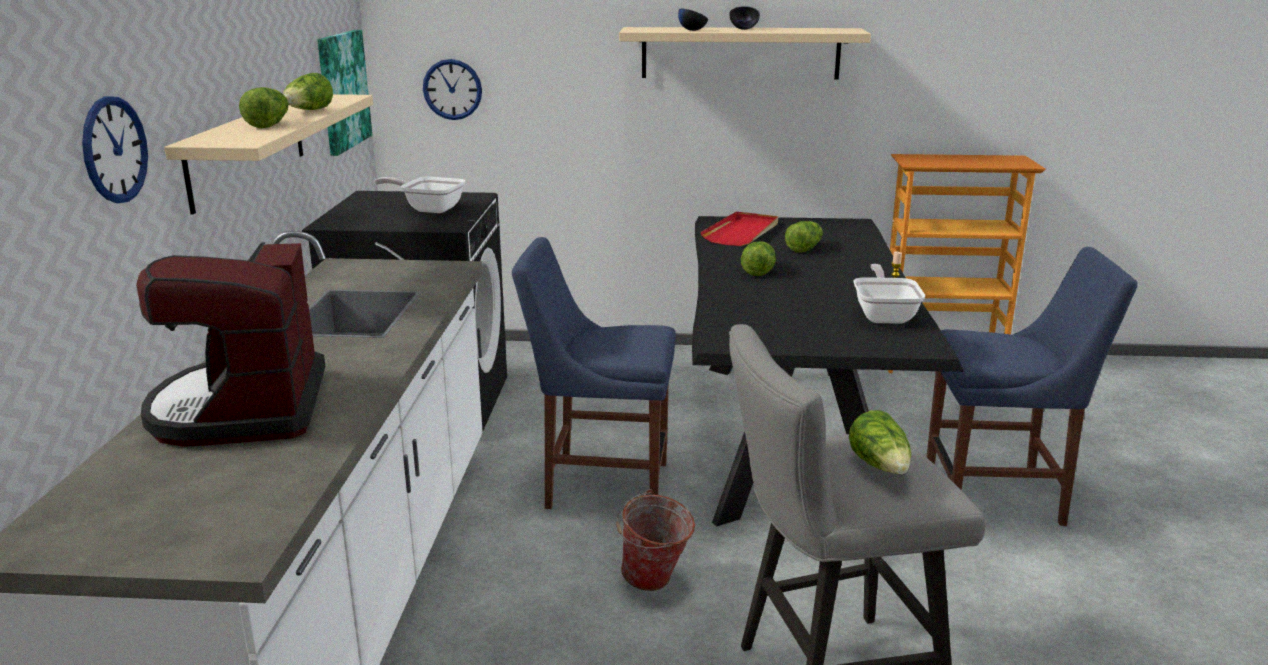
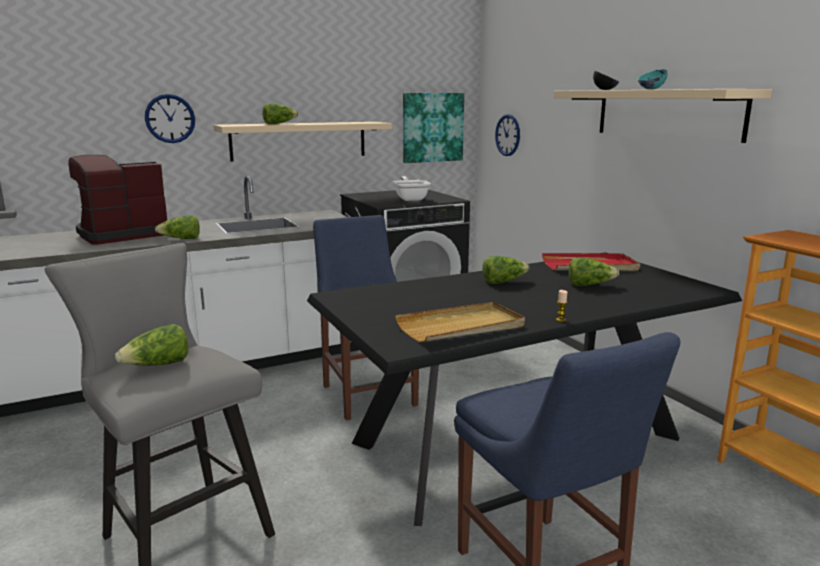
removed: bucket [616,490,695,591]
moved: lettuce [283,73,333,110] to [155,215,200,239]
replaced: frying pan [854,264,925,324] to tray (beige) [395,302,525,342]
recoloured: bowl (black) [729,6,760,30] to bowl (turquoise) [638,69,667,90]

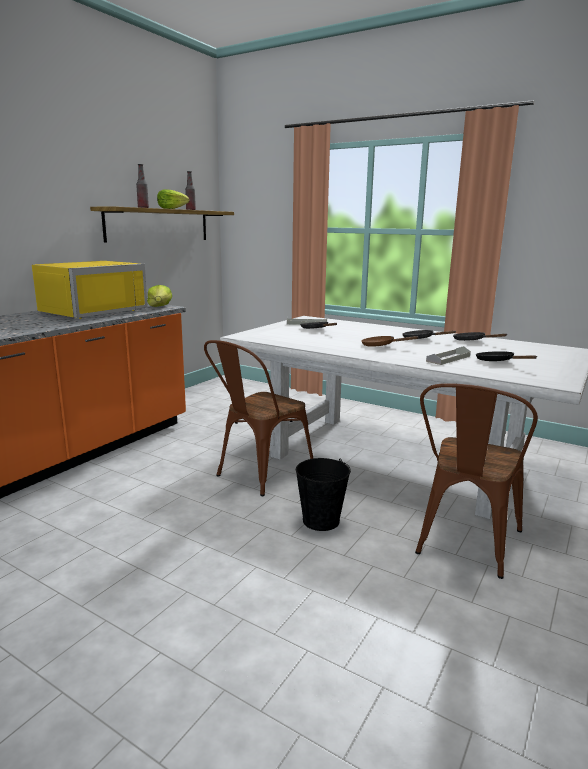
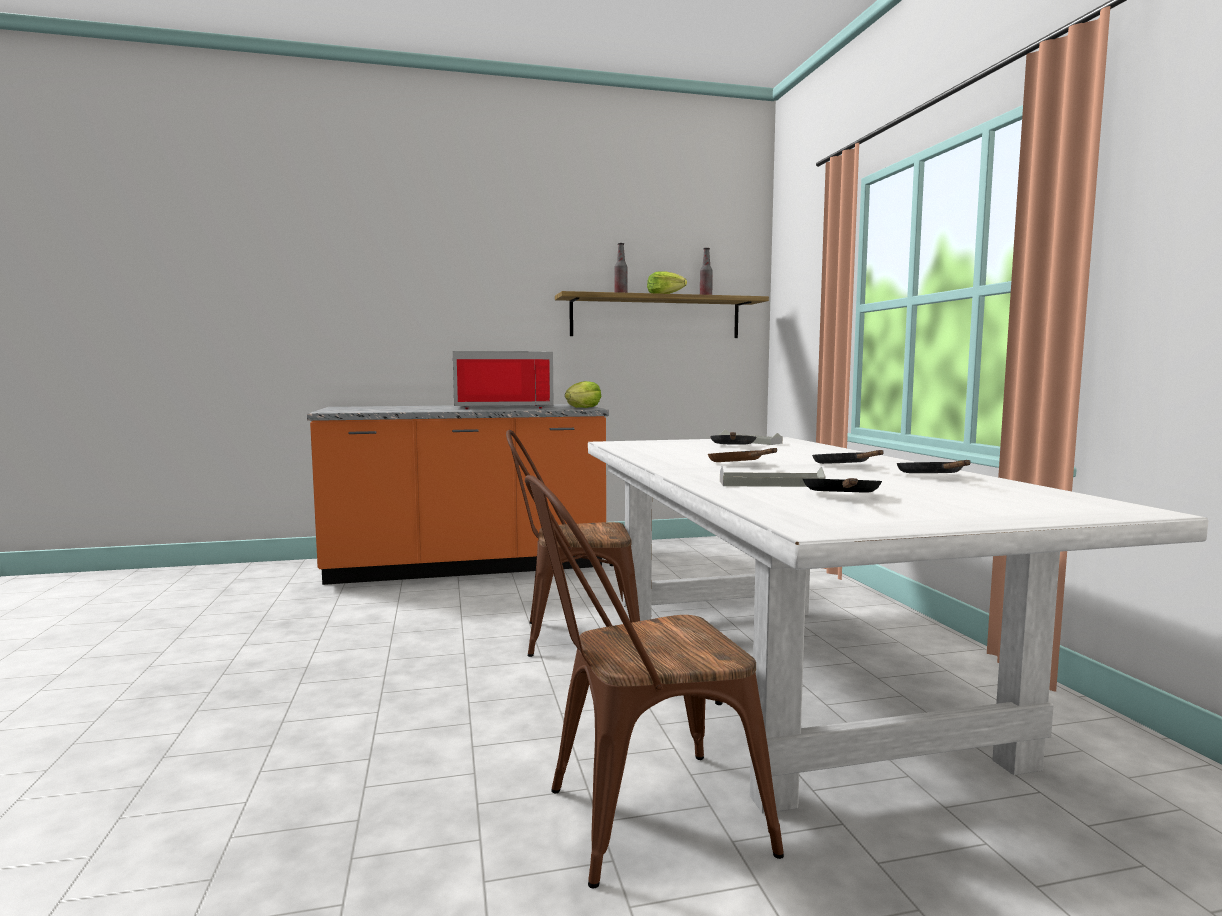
removed: bucket (black) [296,458,351,531]
recoloured: microwave (yellow) [32,261,148,319] to microwave (red) [453,351,553,409]

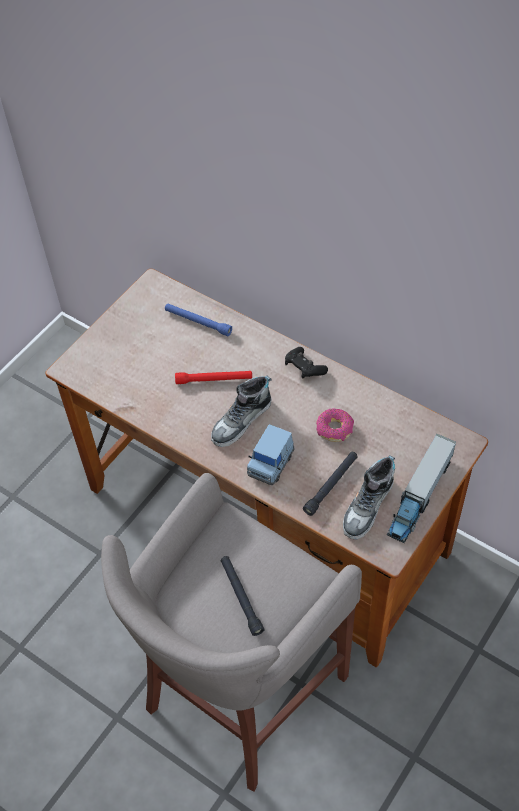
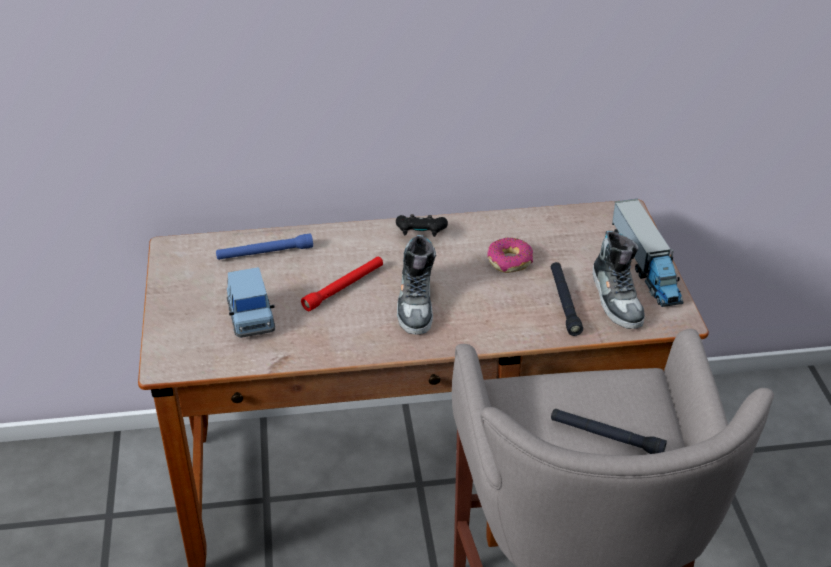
moved: toy car (blue) [247,424,294,485] to [227,267,275,338]

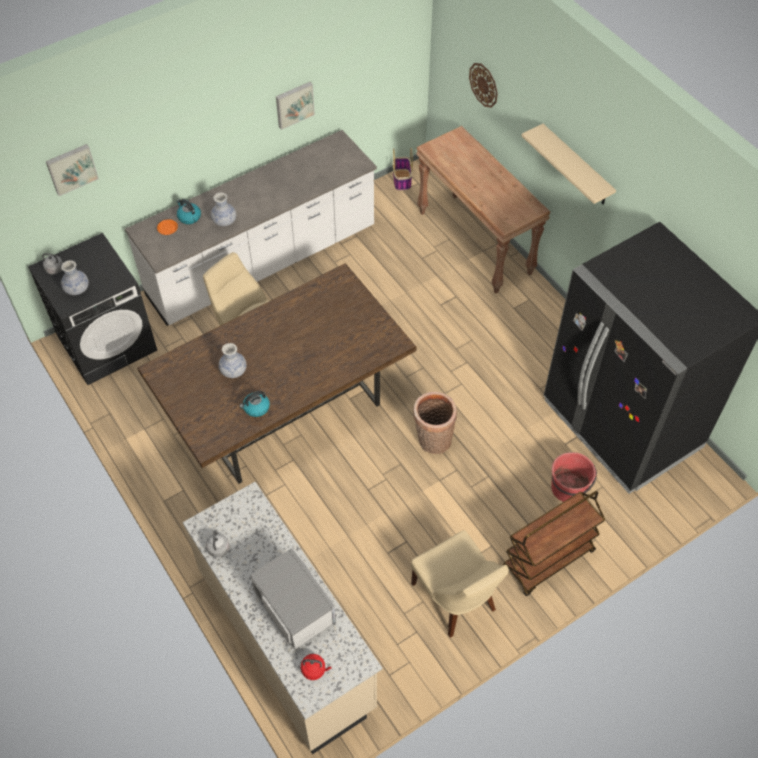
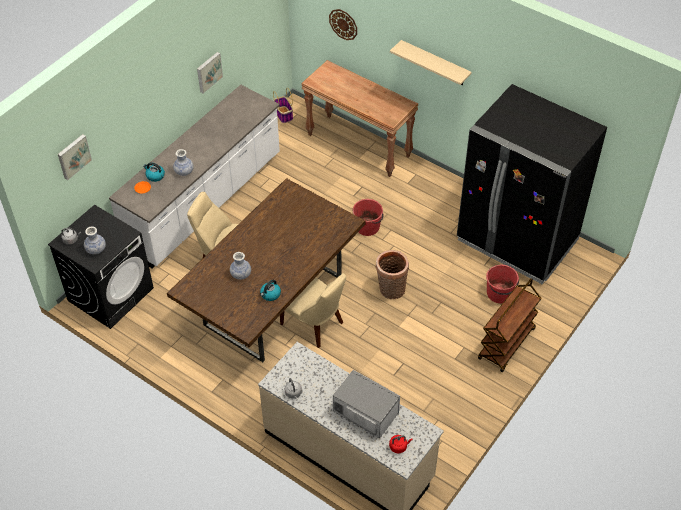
added: bucket (red) [353,199,383,236]
moved: chair (beige) [411,530,509,638] to [280,273,346,348]

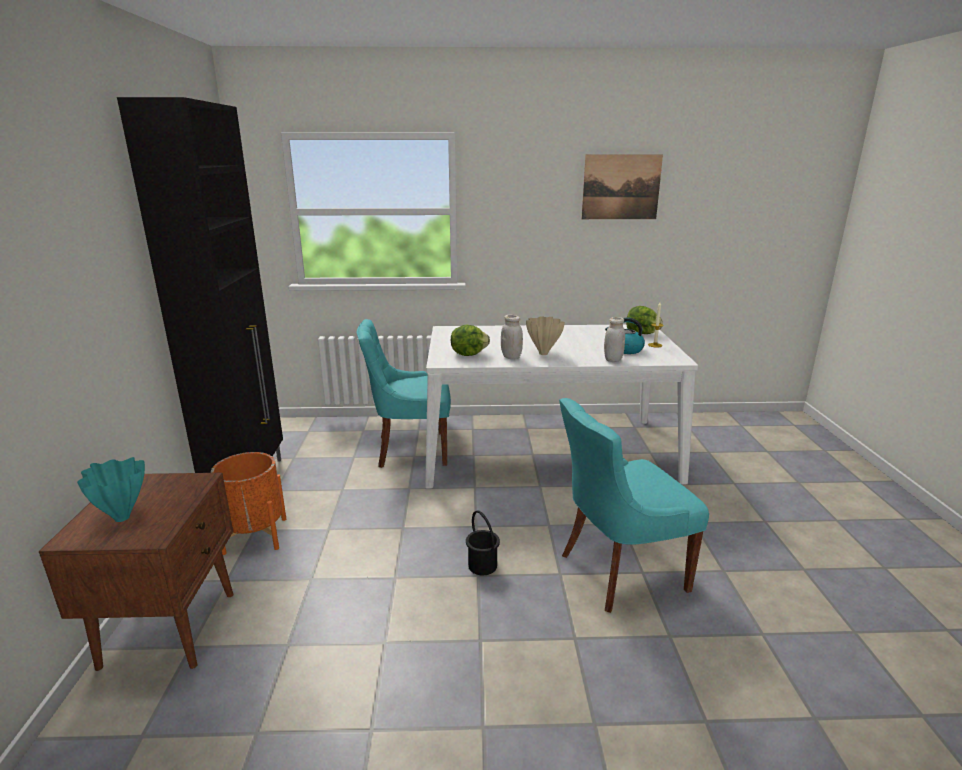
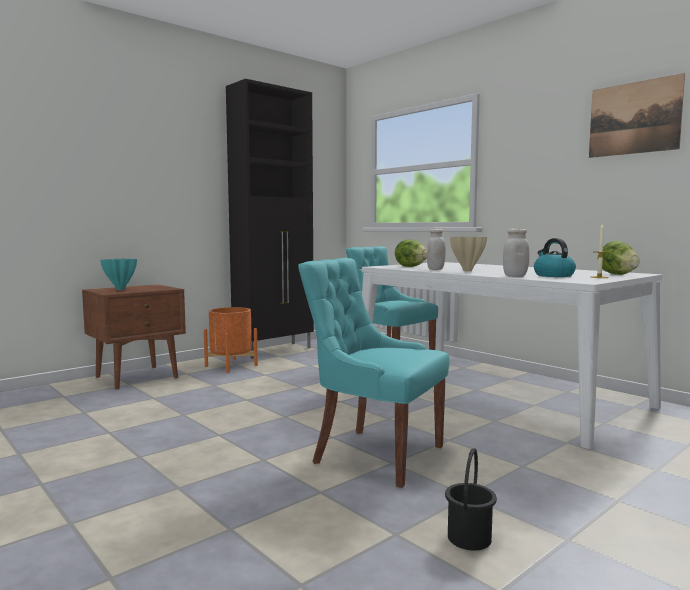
moved: bucket (black) [466,511,500,575] to [445,448,497,551]

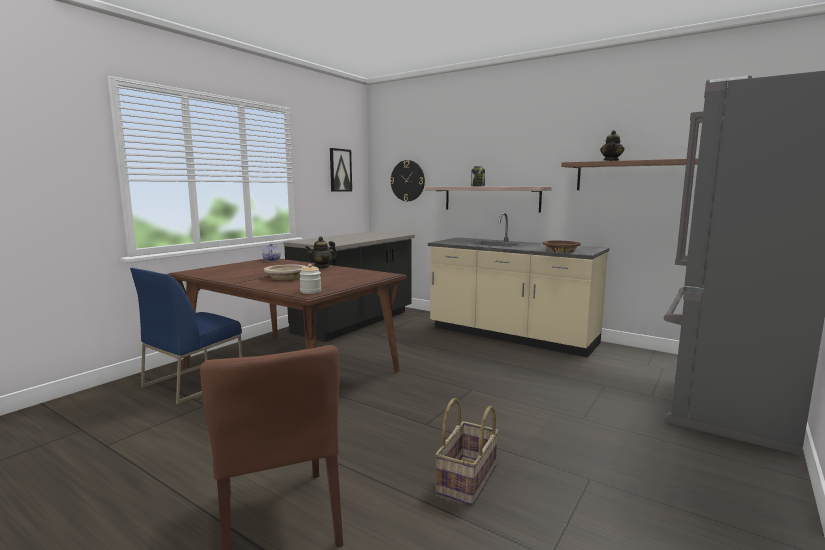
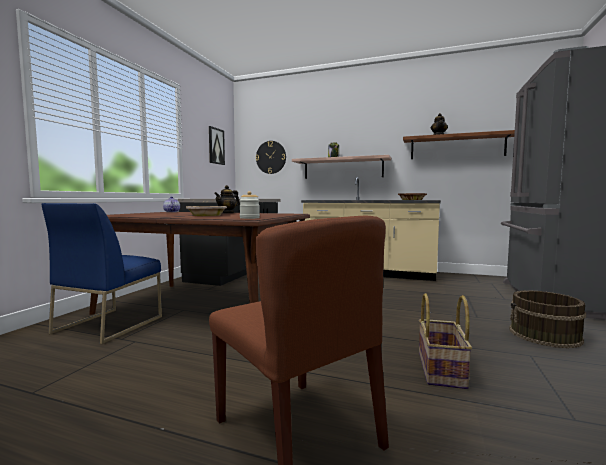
added: bucket (brown) [509,290,586,348]

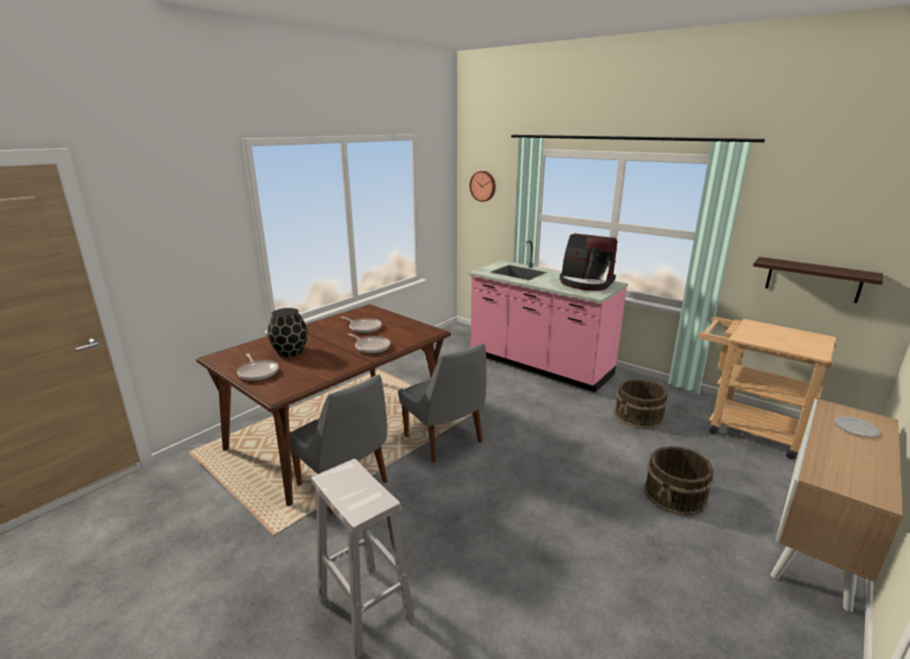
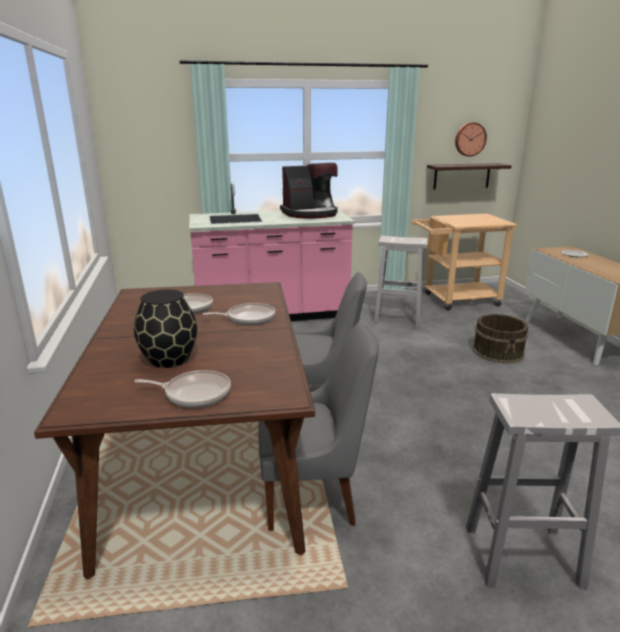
moved: wall clock [469,171,496,202] to [455,122,487,157]
replaced: bucket (brown) [614,379,668,429] to stool (white) [374,236,428,328]

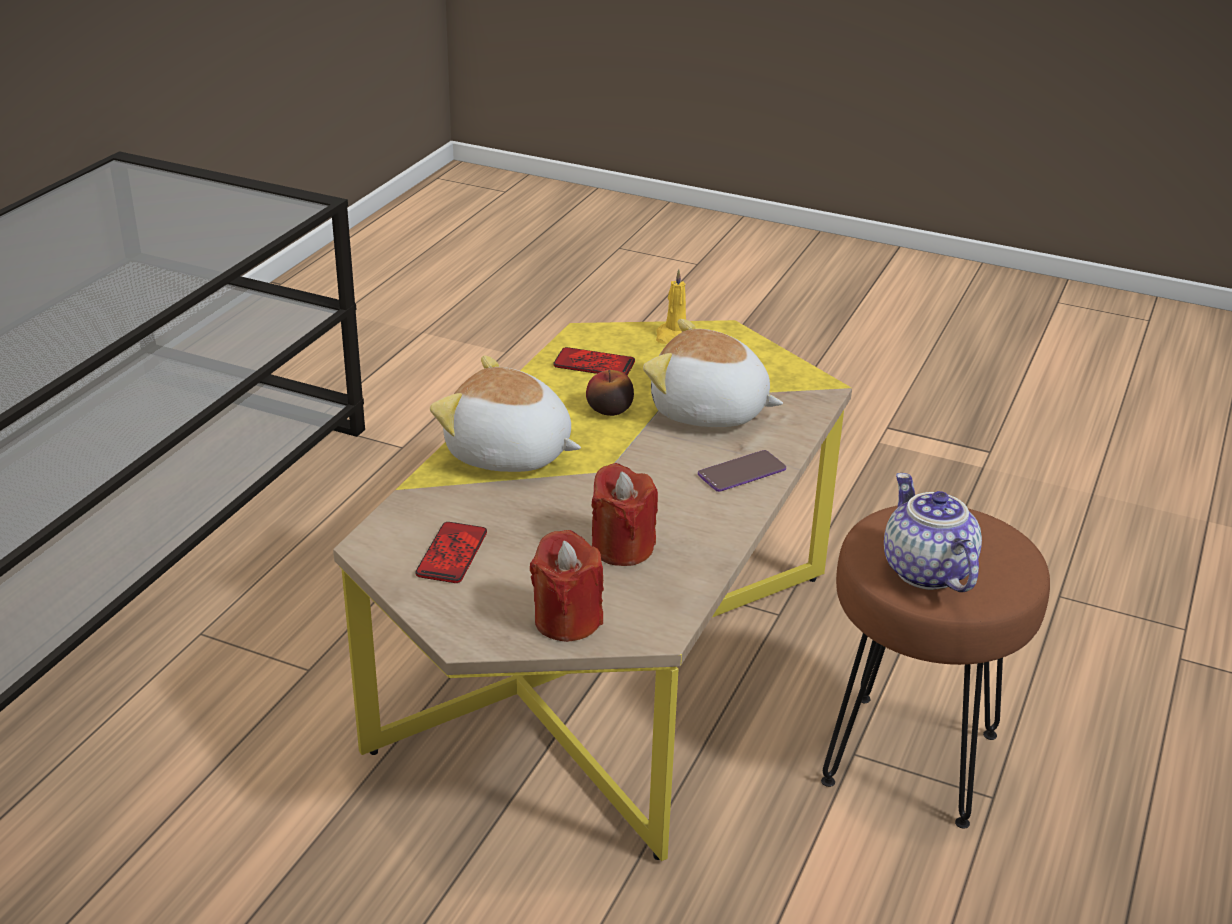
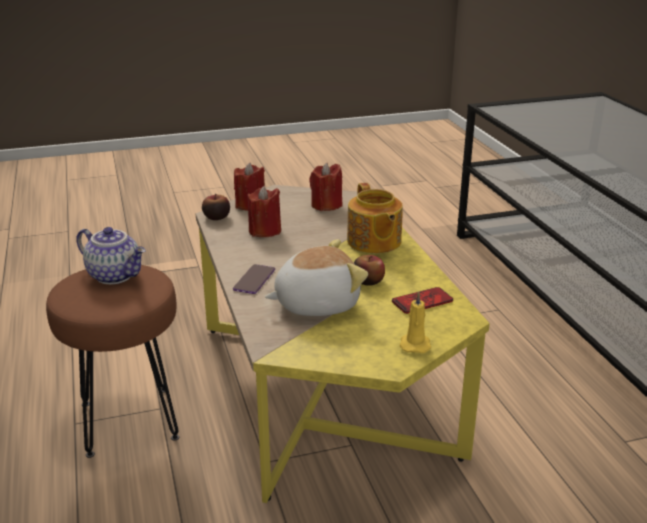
added: apple [202,194,230,220]
replaced: phone [416,522,487,583] to candle (red) [309,162,342,211]; plush toy [430,355,581,472] to teapot [347,183,403,254]

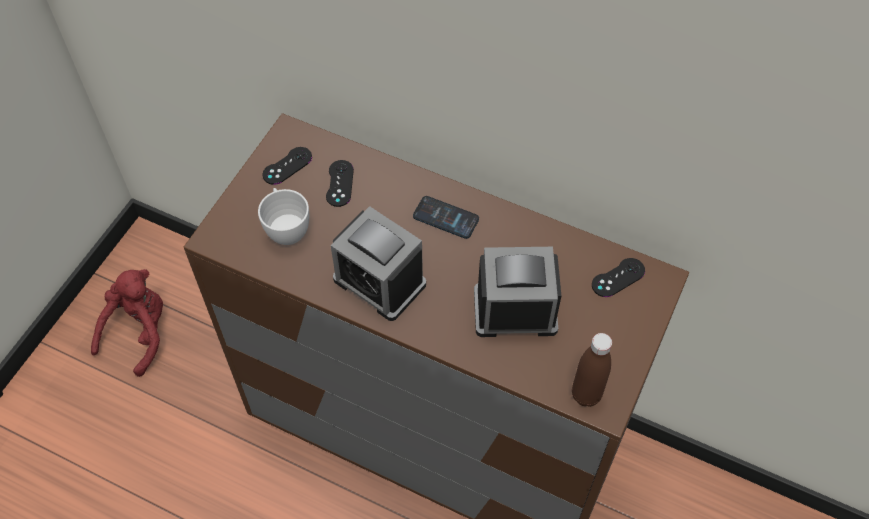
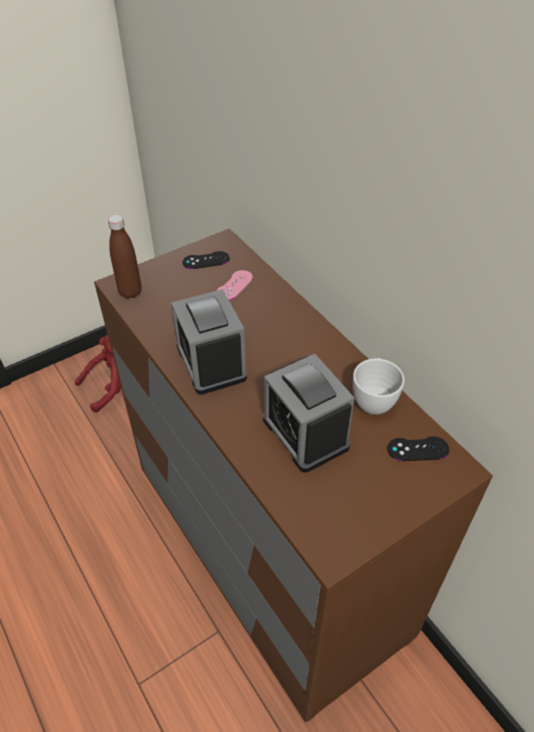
removed: phone [413,196,479,239]
moved: bottle (brown) [572,333,612,407] to [108,214,142,299]; cup (white) [258,188,309,245] to [353,358,405,415]
recoloured: game controller (black) [326,160,354,207] to game controller (pink) [216,270,253,300]
turned: alarm clock [474,247,561,337] = [263,354,354,473] 150 degrees counterclockwise

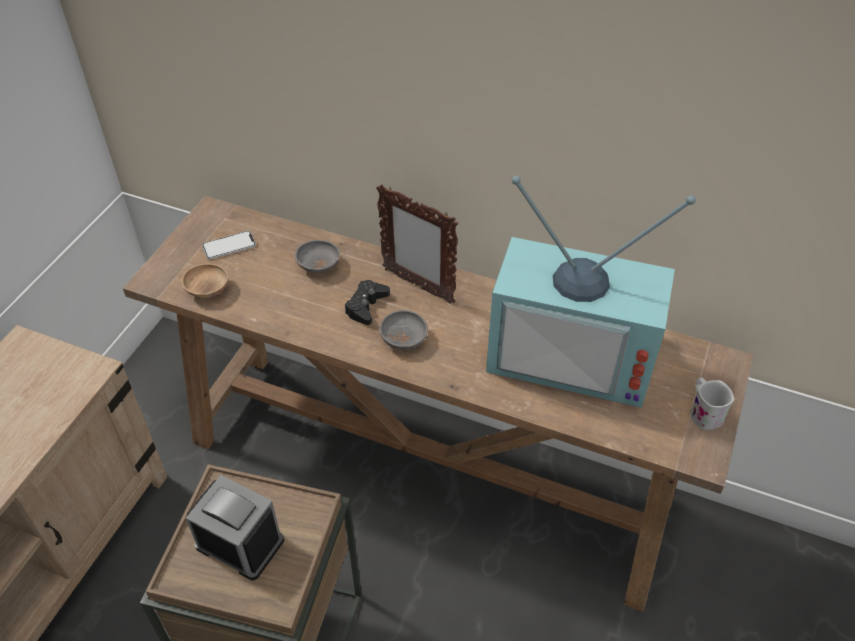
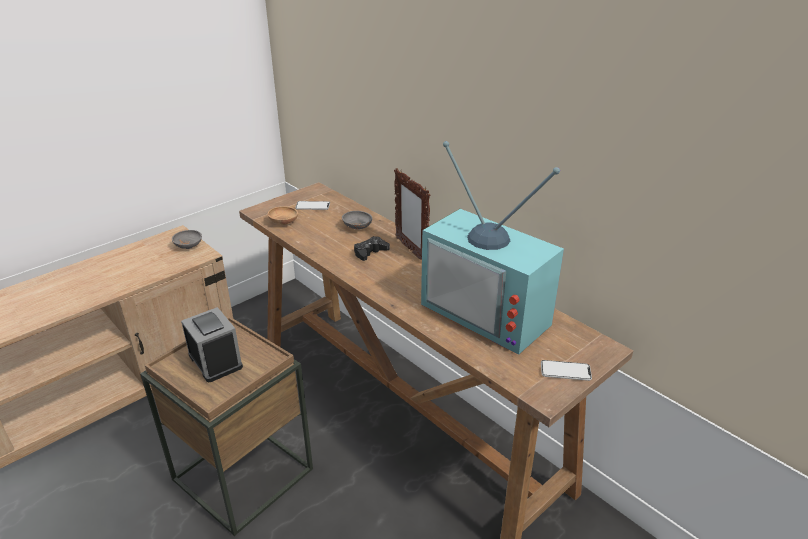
moved: bowl (grey) [380,310,428,350] to [172,230,202,249]
replaced: mug (white) [690,377,734,430] to phone [541,360,592,381]

